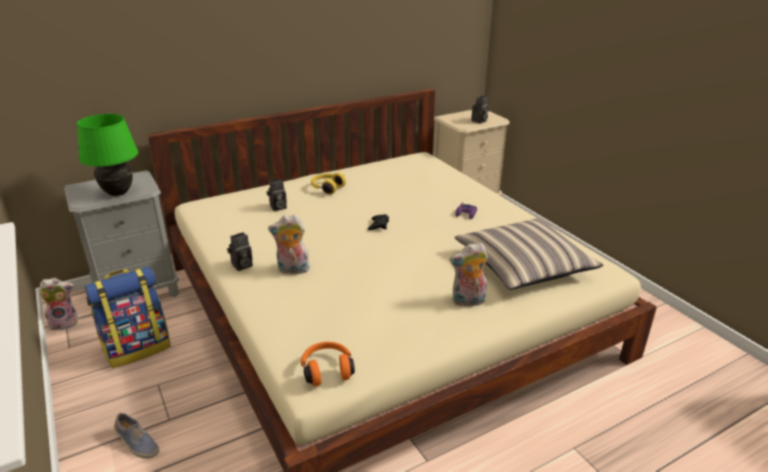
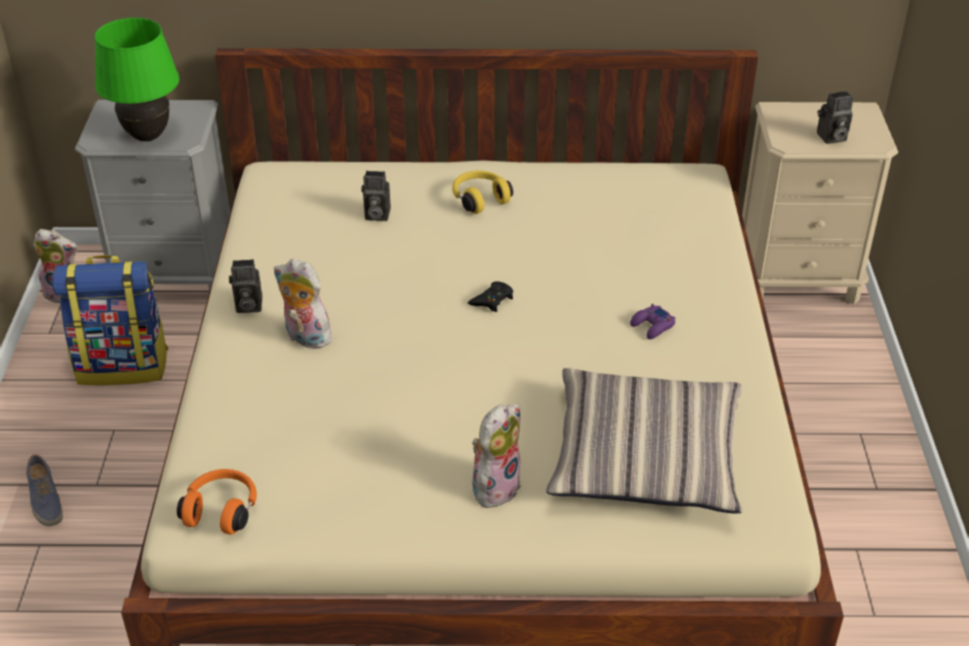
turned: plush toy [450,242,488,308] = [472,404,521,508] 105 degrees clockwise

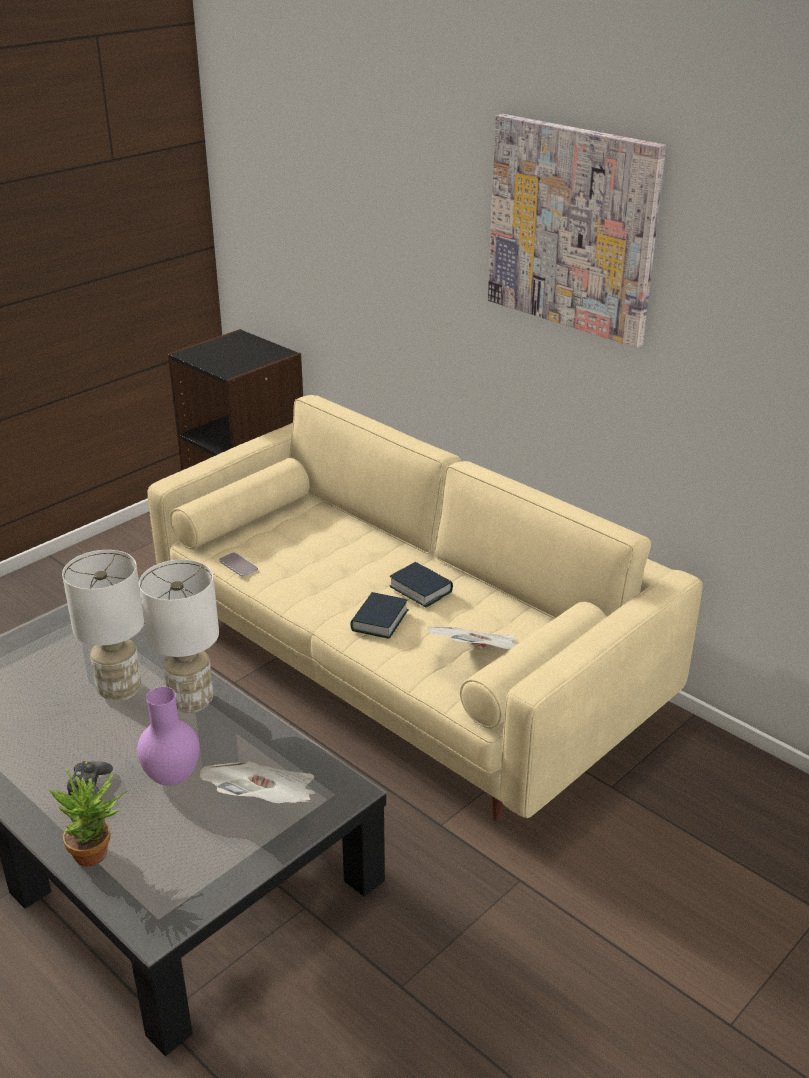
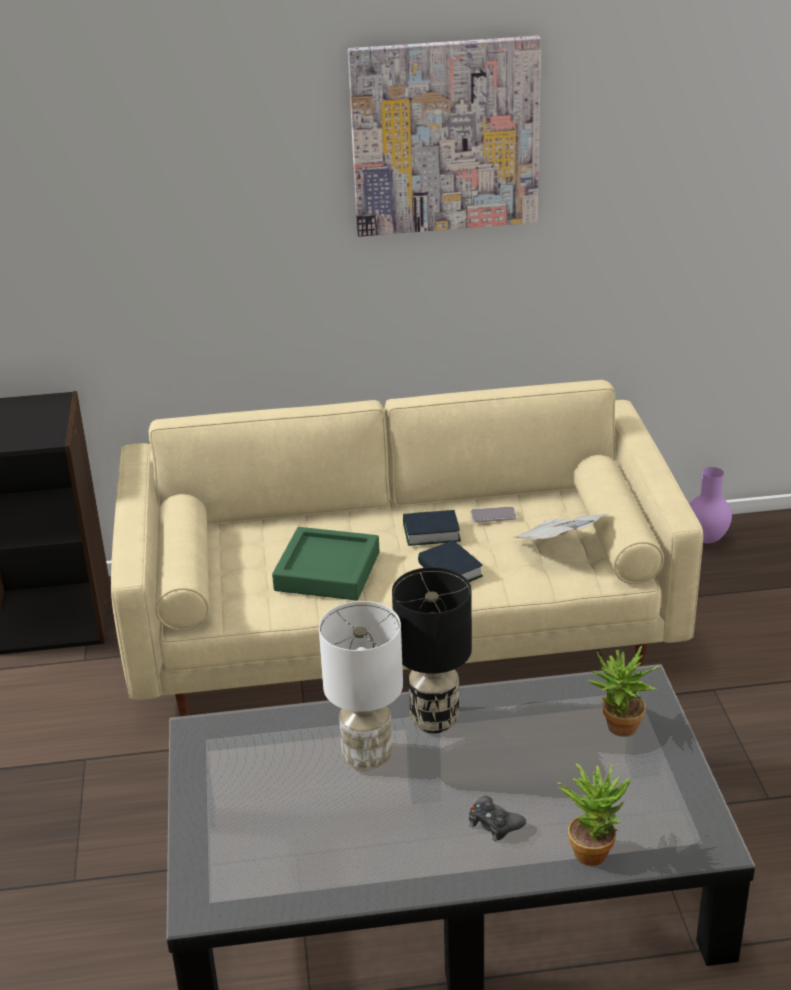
added: tray (green) [272,527,380,601]
moved: phone [219,552,258,577] to [471,507,516,522]; vase (purple) [137,687,200,786] to [689,467,732,544]
replaced: newspaper [200,761,315,803] to potted plant [588,646,660,737]
recoloured: table lamp (white) [139,559,219,713] to table lamp (black) [392,567,472,733]

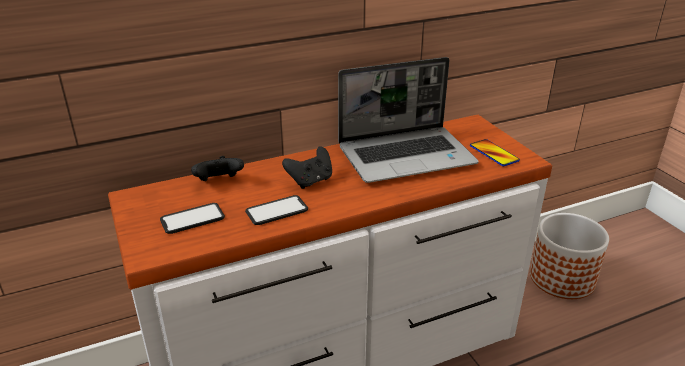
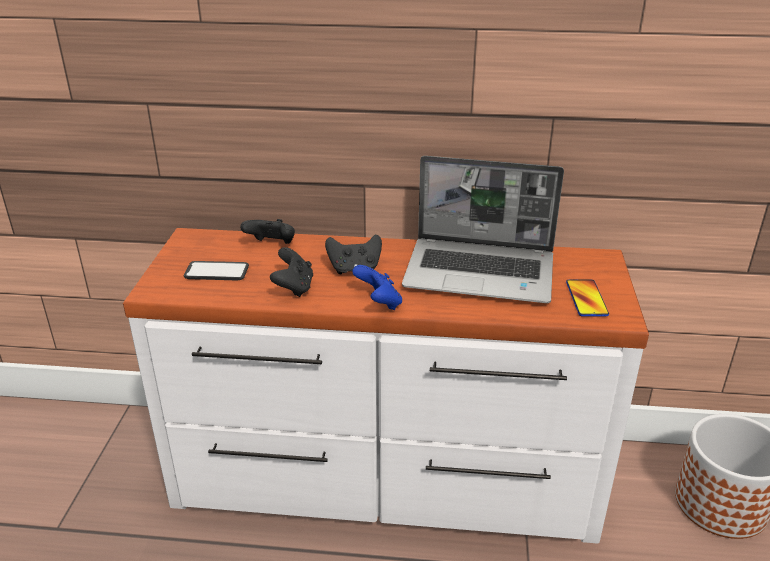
added: game controller (blue) [352,265,402,310]
replaced: phone [245,195,308,225] to game controller (black) [270,247,313,297]

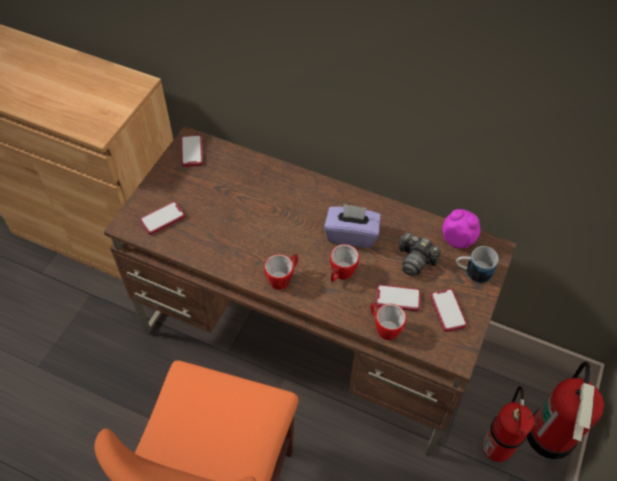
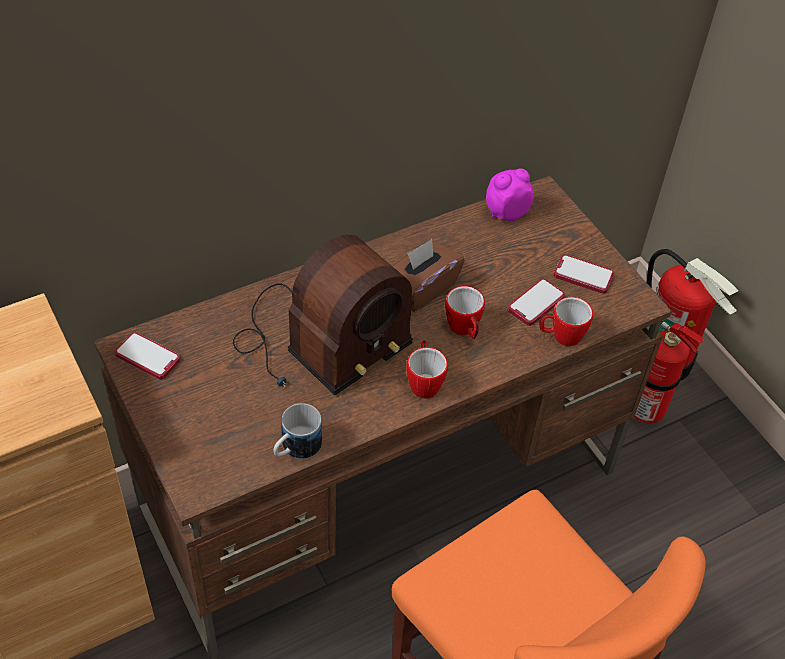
removed: phone [140,202,185,235]; photo camera [399,233,441,276]
added: radio [233,235,414,395]
moved: mug [456,246,499,283] to [273,403,322,459]
recoloured: tissue box (purple) [324,204,381,248] to tissue box (brown) [392,239,465,312]

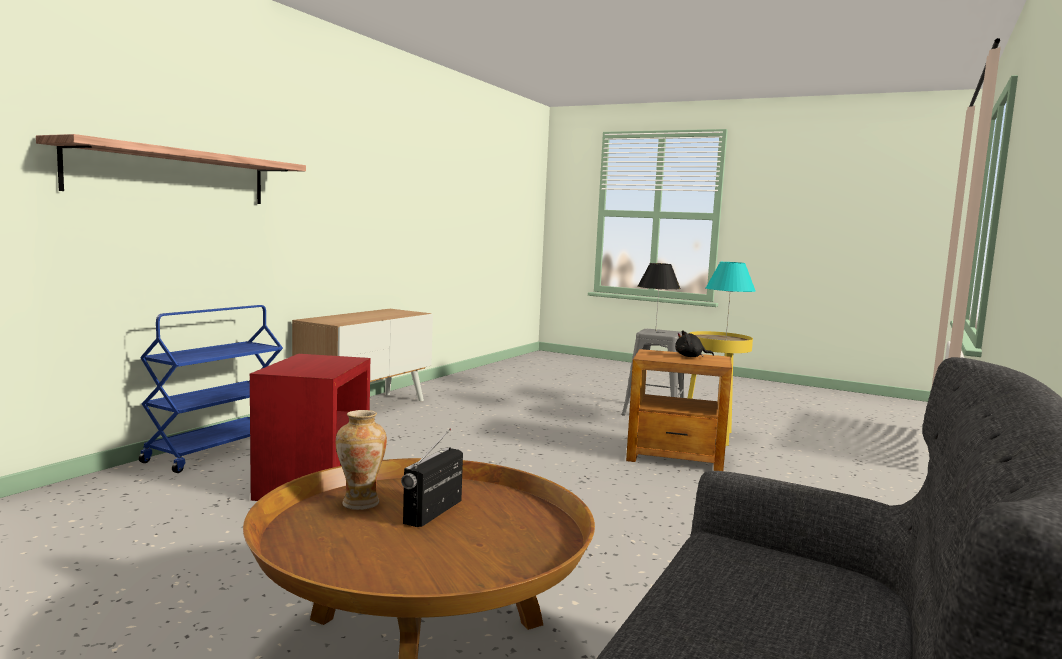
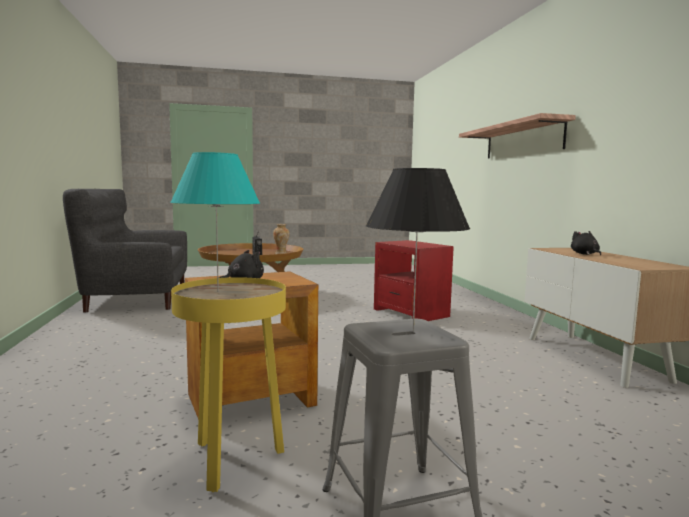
removed: cart (blue) [139,305,283,473]
added: plush toy (black) [571,231,601,255]

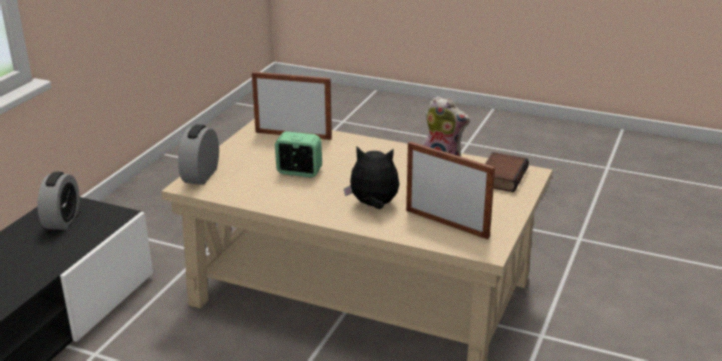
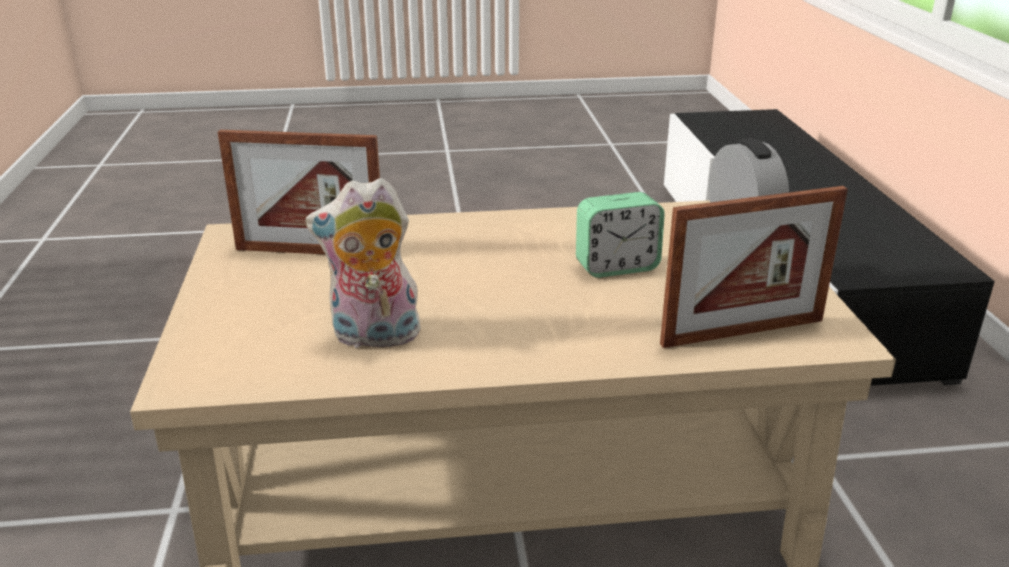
removed: alarm clock [38,172,80,230]; plush toy [344,147,399,209]; book [485,152,529,192]

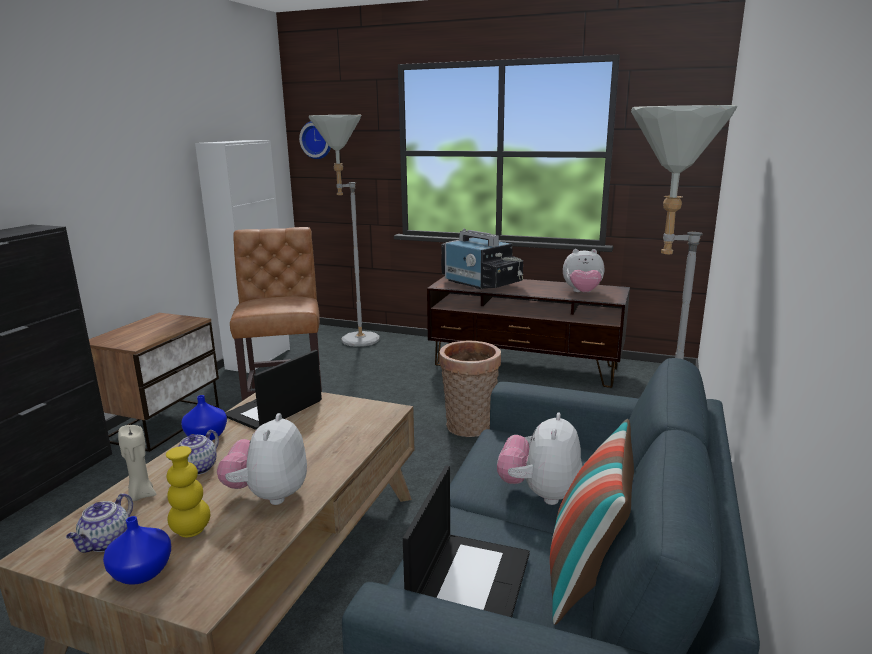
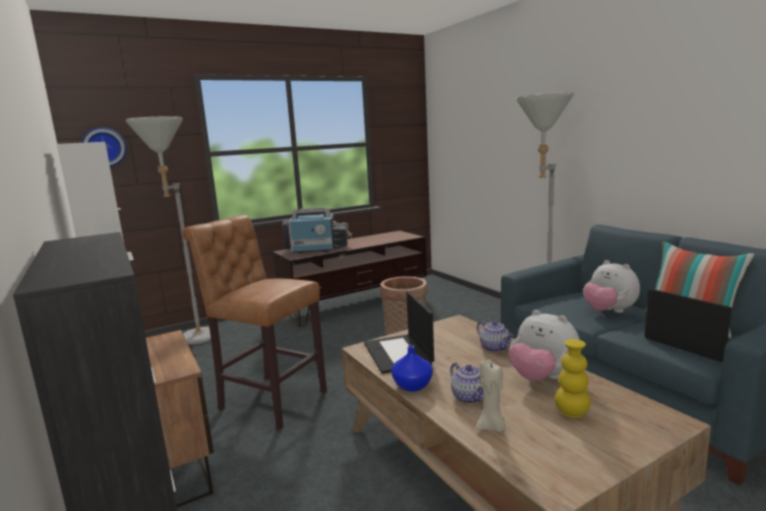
removed: vase (blue) [103,516,171,585]; plush toy [563,249,604,292]
moved: teapot [66,493,133,553] to [477,321,514,352]

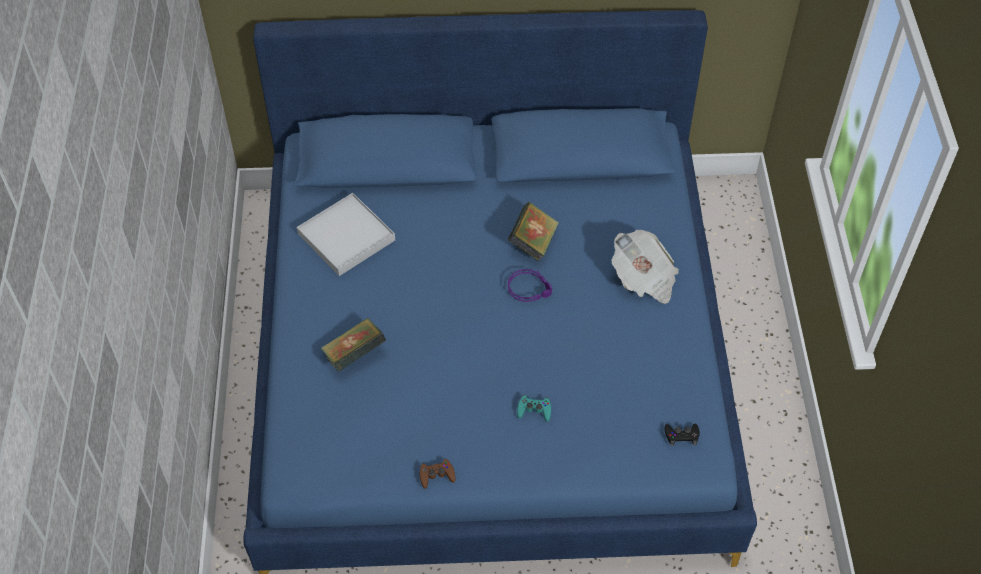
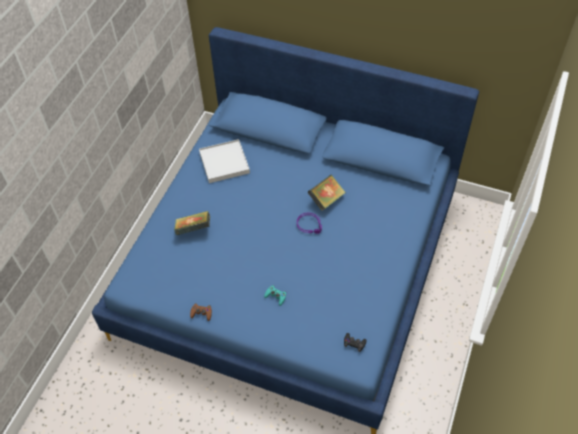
removed: newspaper [611,230,679,304]

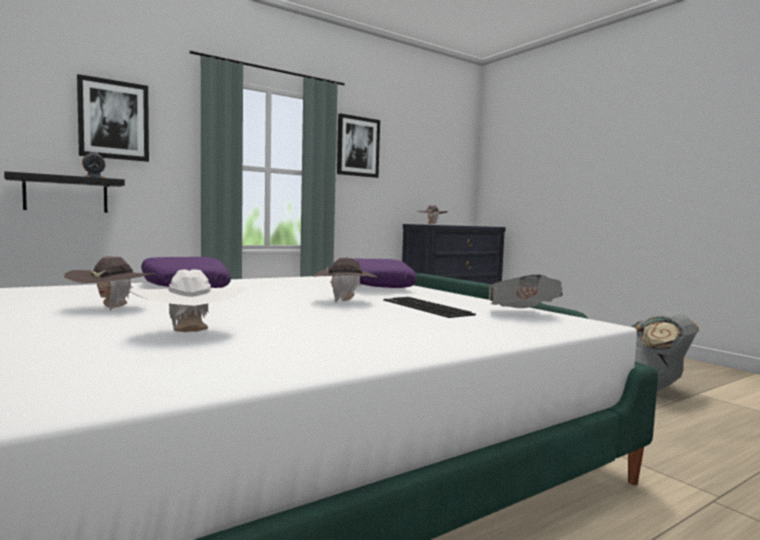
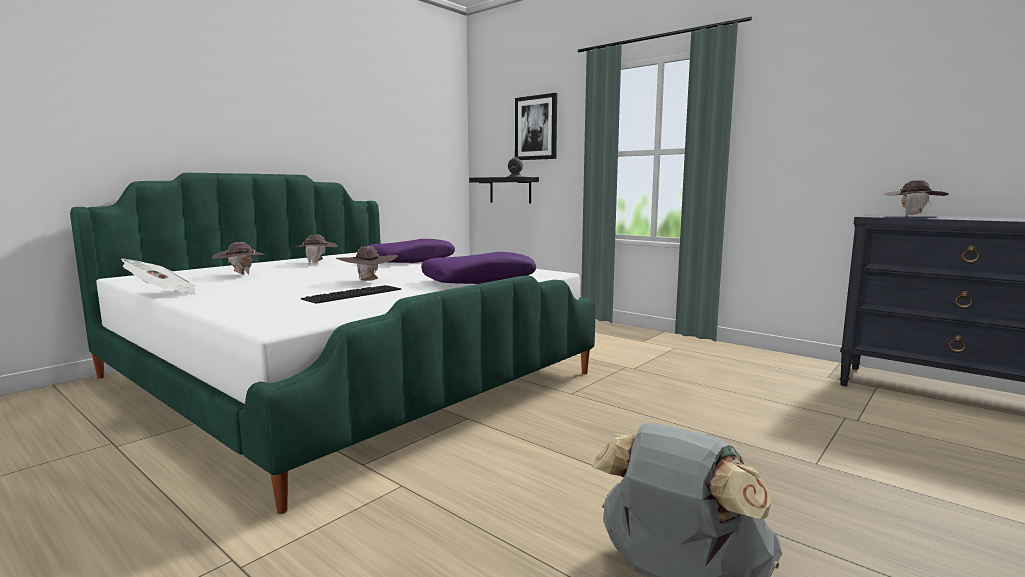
removed: picture [337,113,380,178]
moved: newspaper [489,275,563,308] to [121,259,196,295]
recoloured: hat (white) [129,269,247,332] to hat (brown) [212,242,265,275]

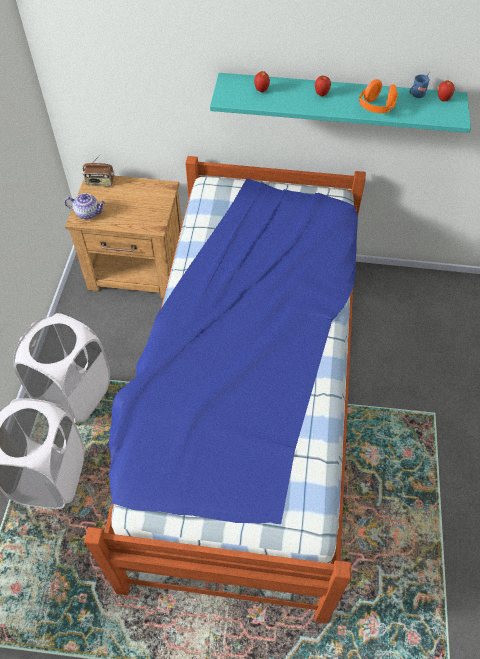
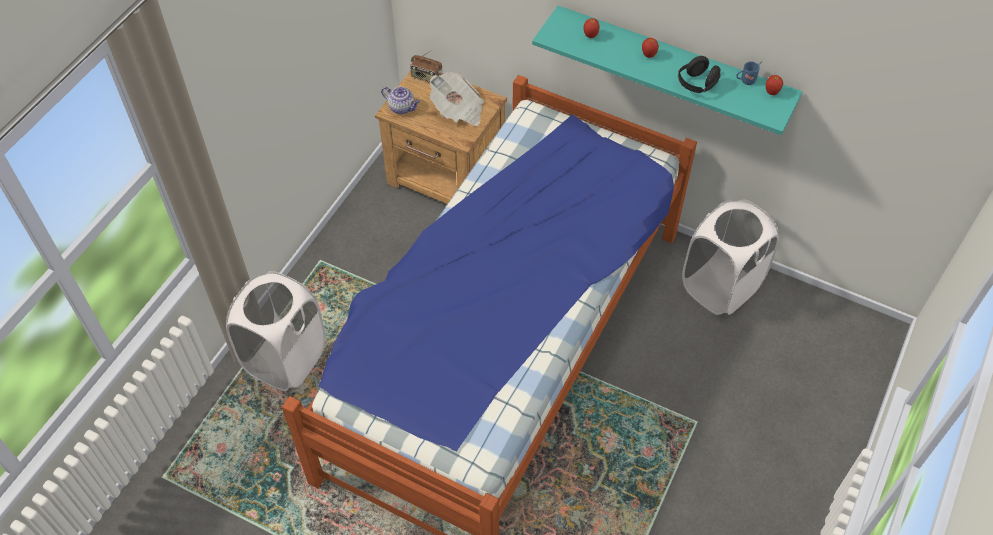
added: newspaper [429,72,484,126]
moved: laundry basket (white) [13,313,110,423] to [682,200,779,315]
recoloured: headphones (orange) [359,79,398,113] to headphones (black) [678,56,721,93]

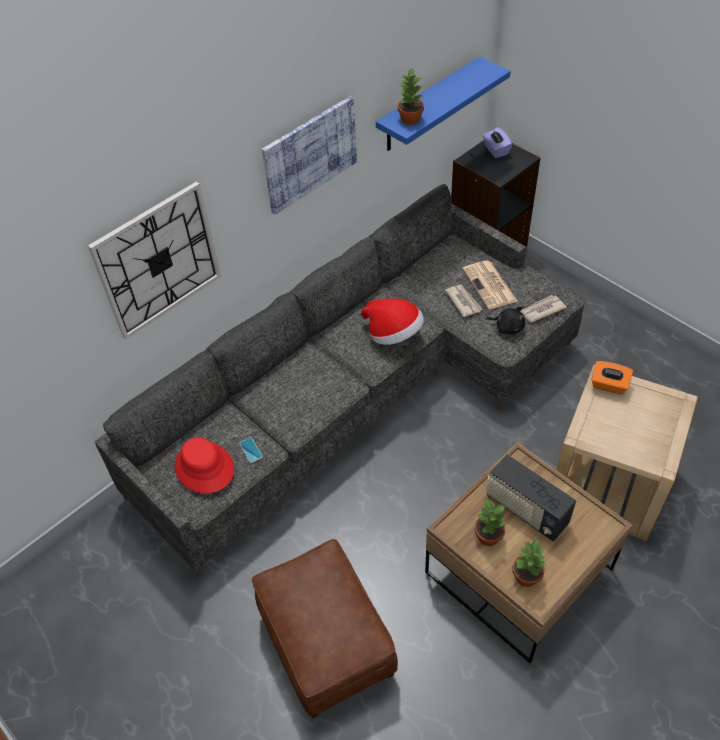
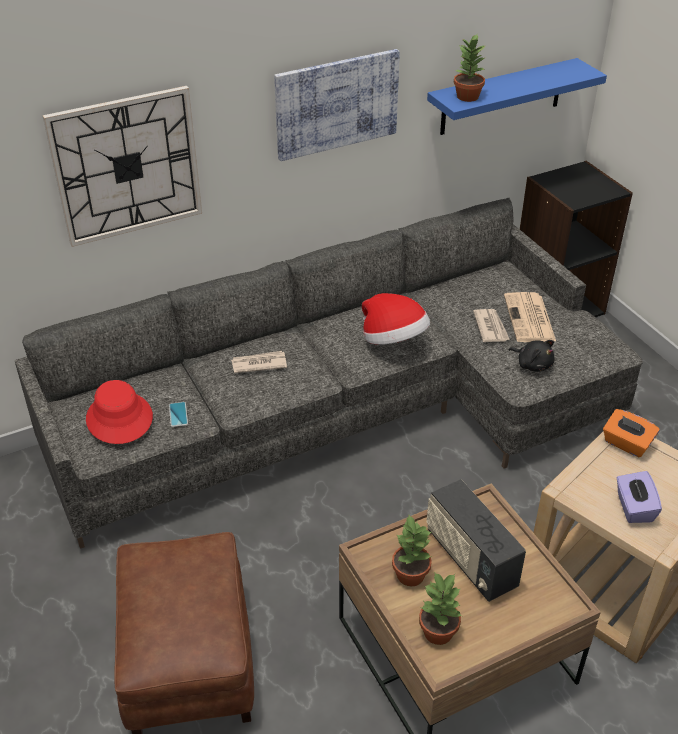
moved: newspaper [520,295,567,322] to [231,351,287,373]; tissue box (purple) [483,127,512,158] to [617,471,662,523]

